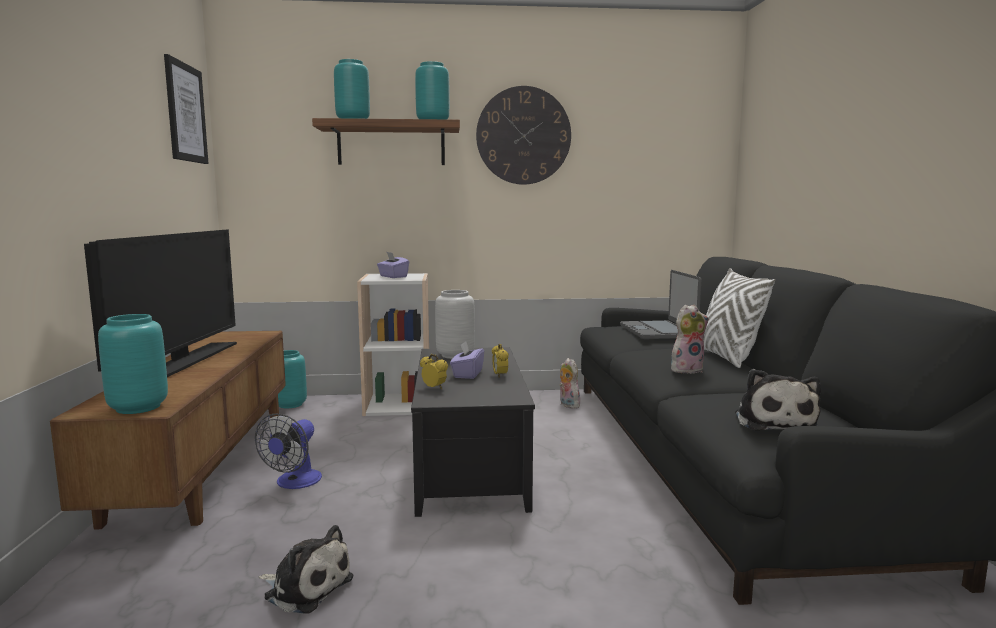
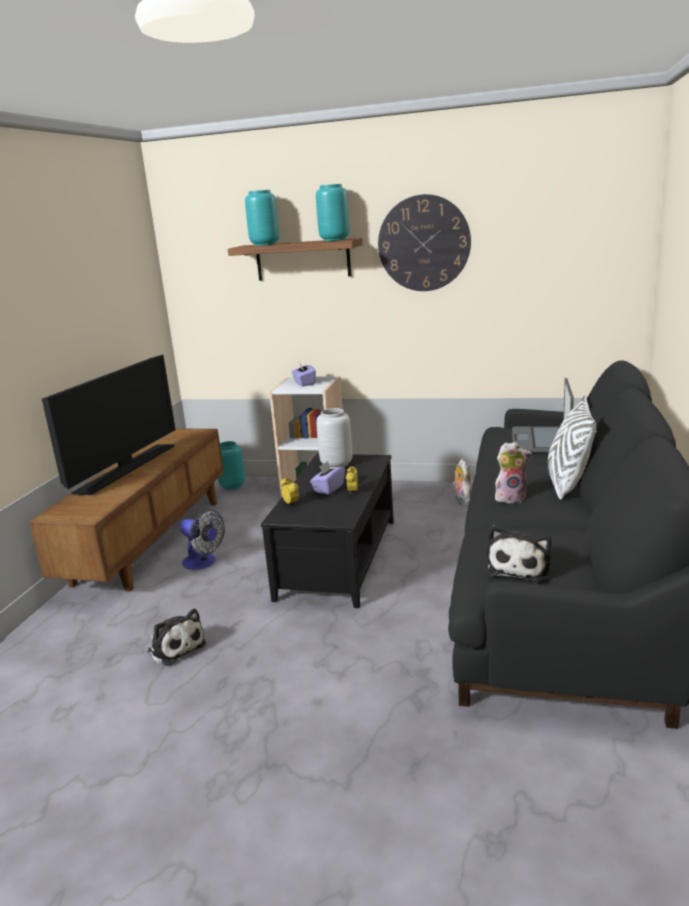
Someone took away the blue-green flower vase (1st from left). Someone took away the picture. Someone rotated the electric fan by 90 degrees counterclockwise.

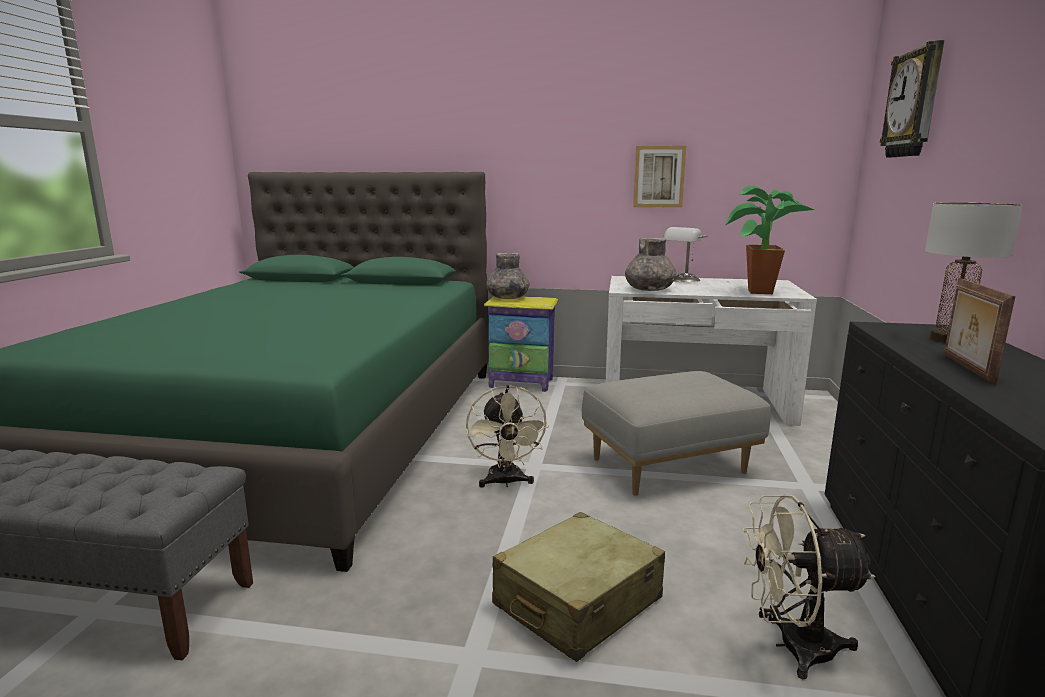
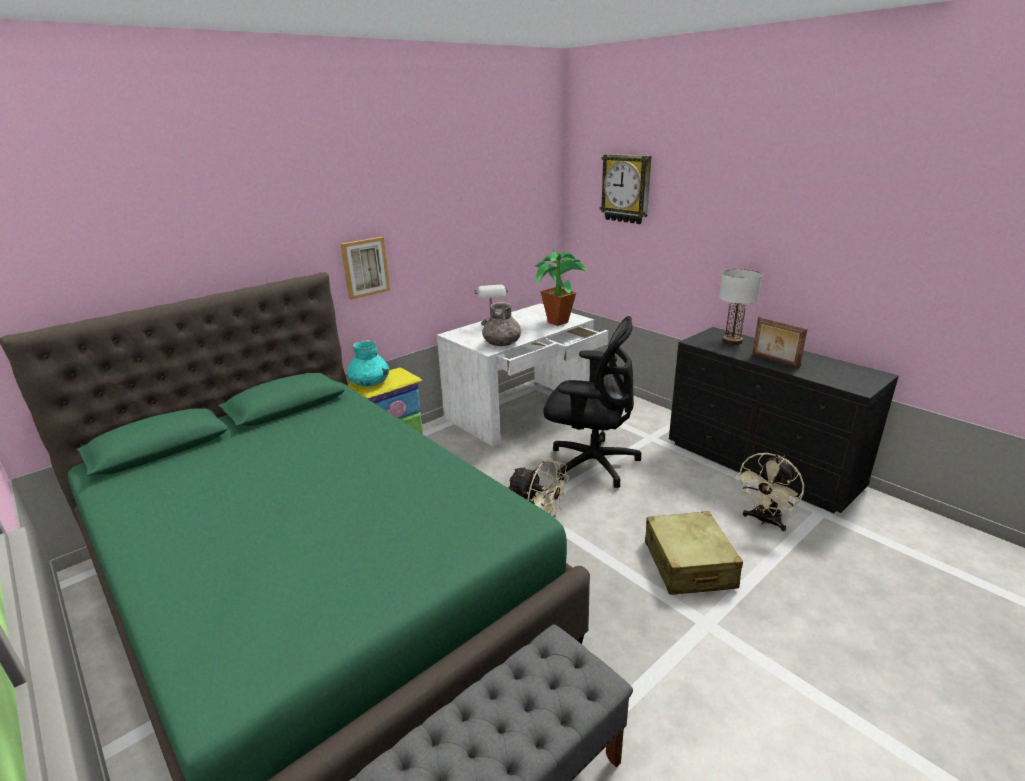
Someone repainted the grey flower vase (1st from left), which became the blue-green flower vase. Someone swapped the grey footrest for the black-coloured desk chair. Someone carried the picture.

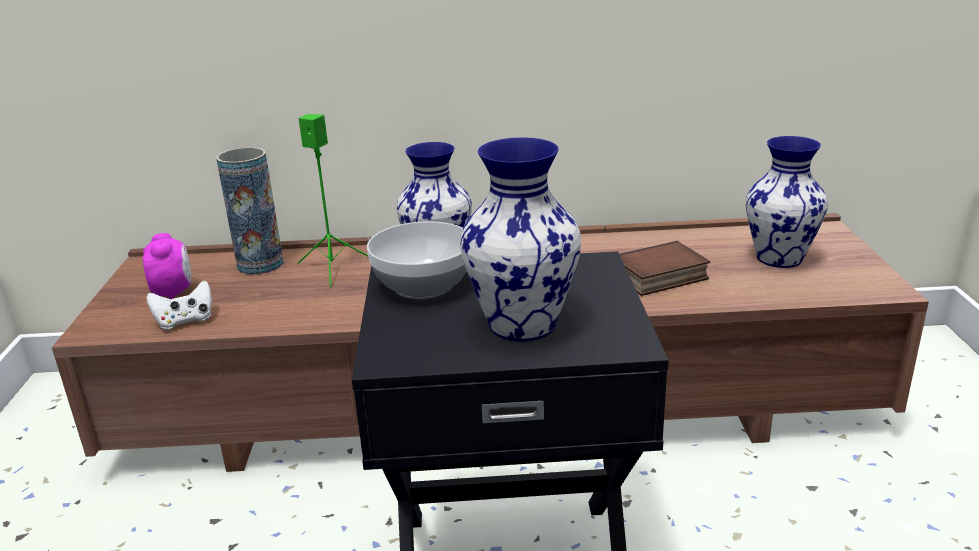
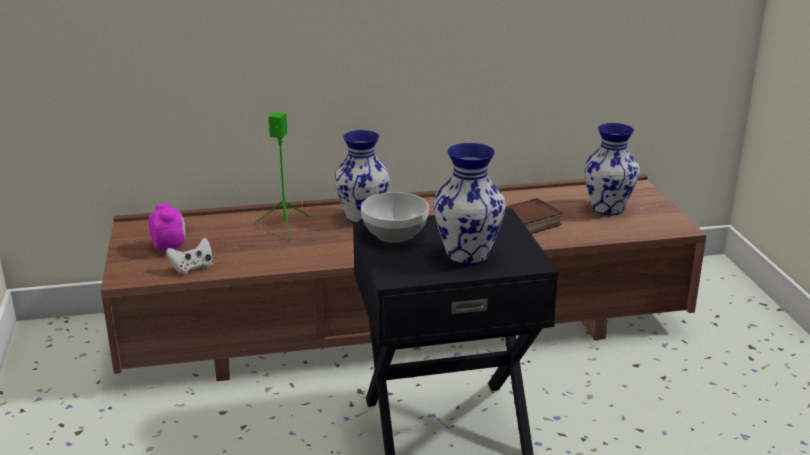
Someone took away the flower vase (1st from left).

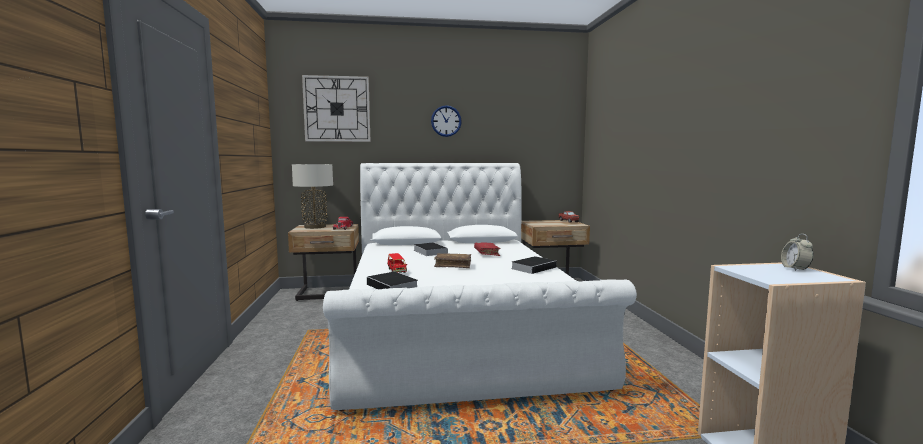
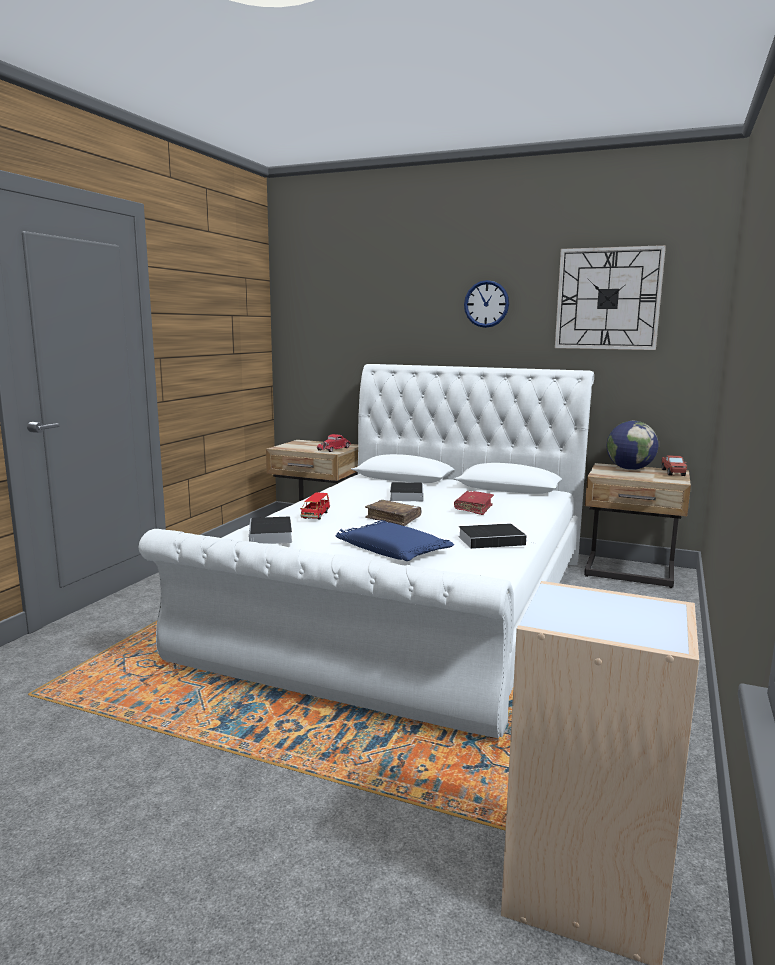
Someone took away the table lamp. Someone carried the clock on the wall (1st from left in the first image). Someone took away the table clock. Someone put down the bluish cushion. Someone put down the world globe.

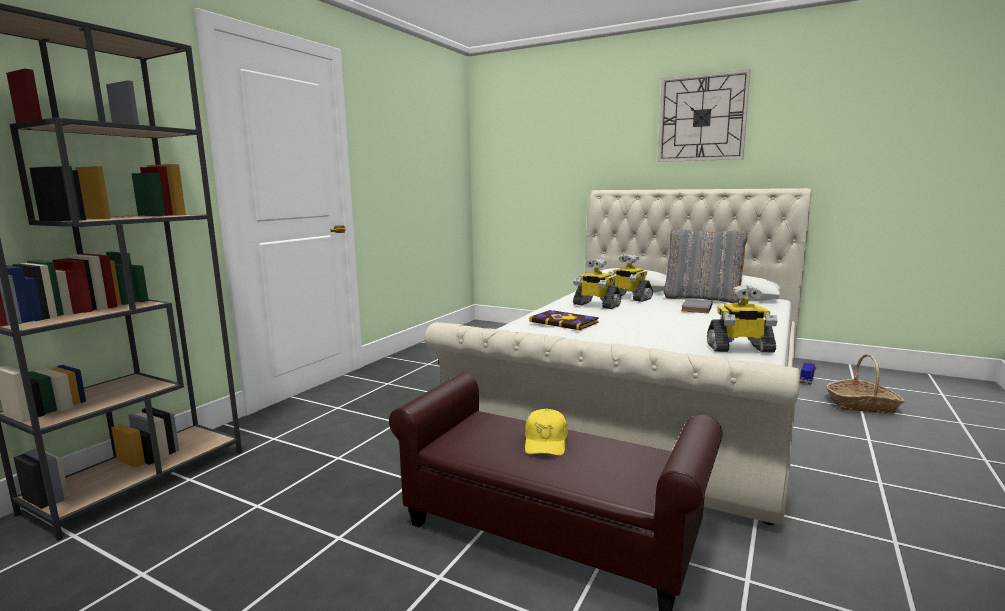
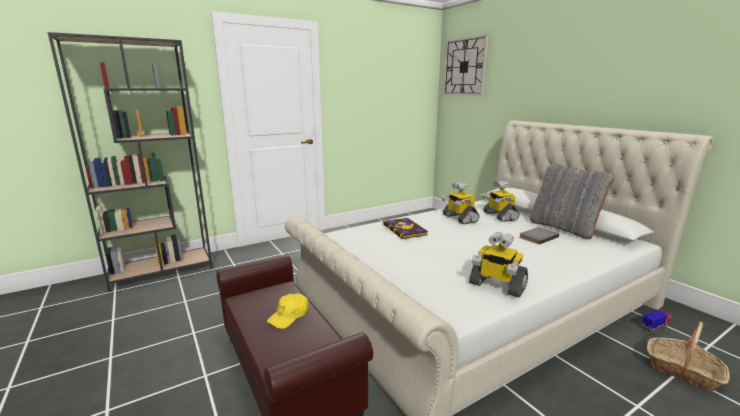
Someone carried the clock on the wall.

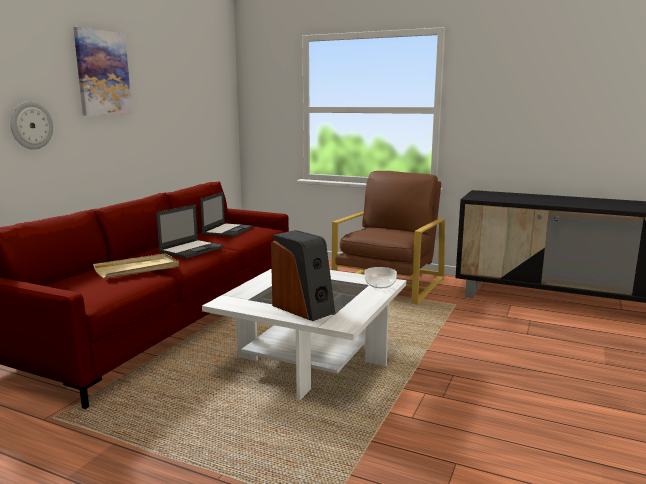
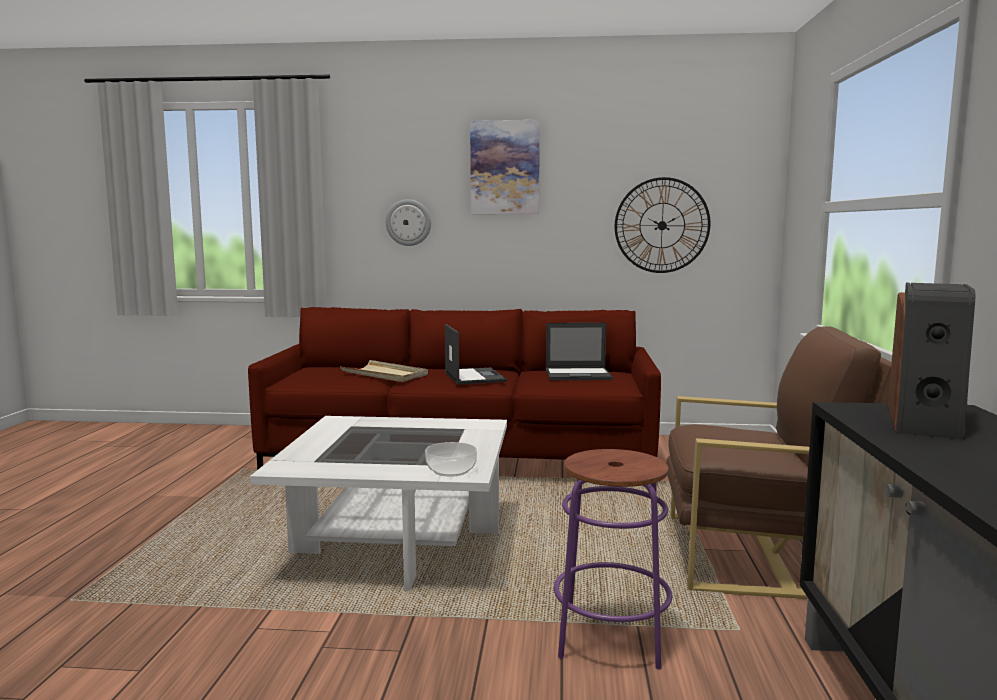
Someone rotated the laptop (1st from left) by 120 degrees counterclockwise. Someone carried the audio speaker. Someone put down the purple sitting stool. Someone put up the clock on the wall (2nd from left).

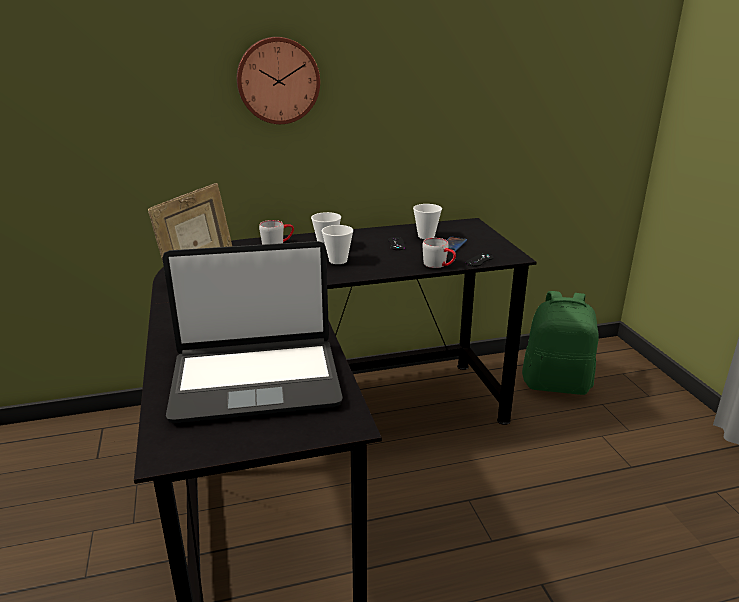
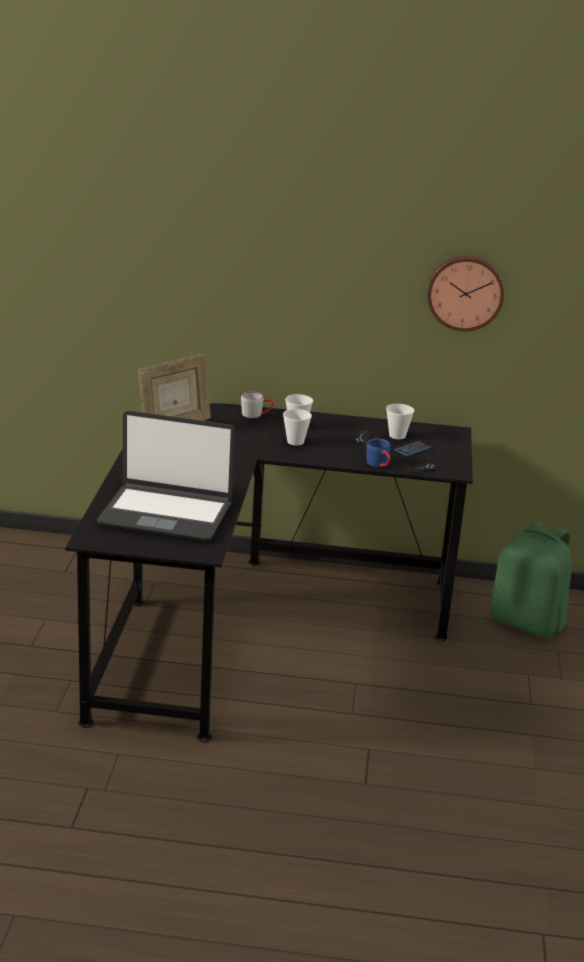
Someone carried the clock on the wall. Someone repainted the grey mug (2nd from left), which became the bluish mug.

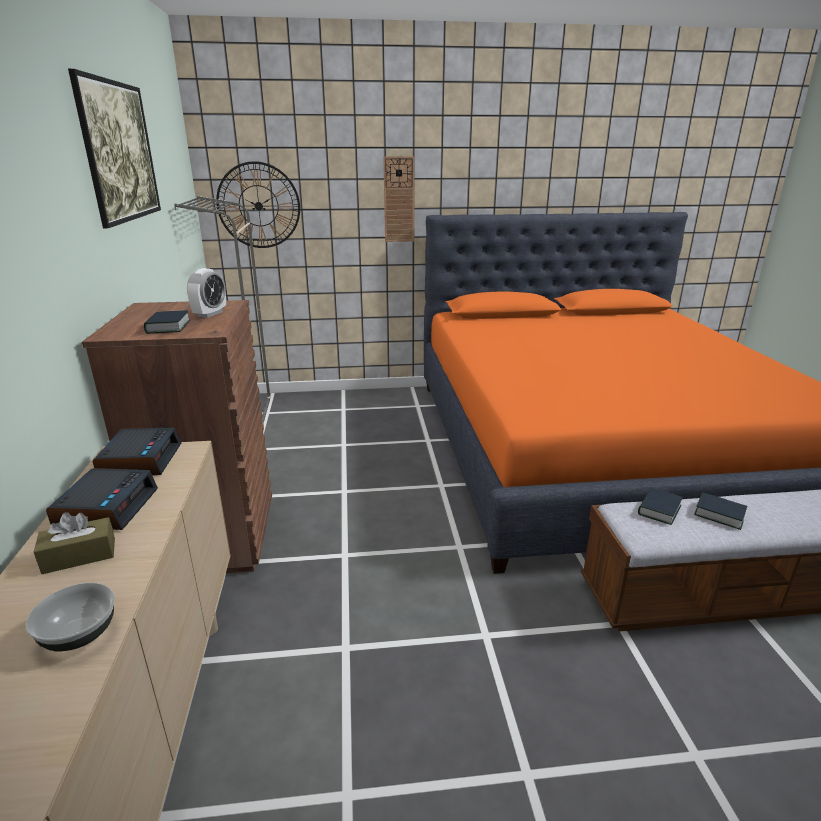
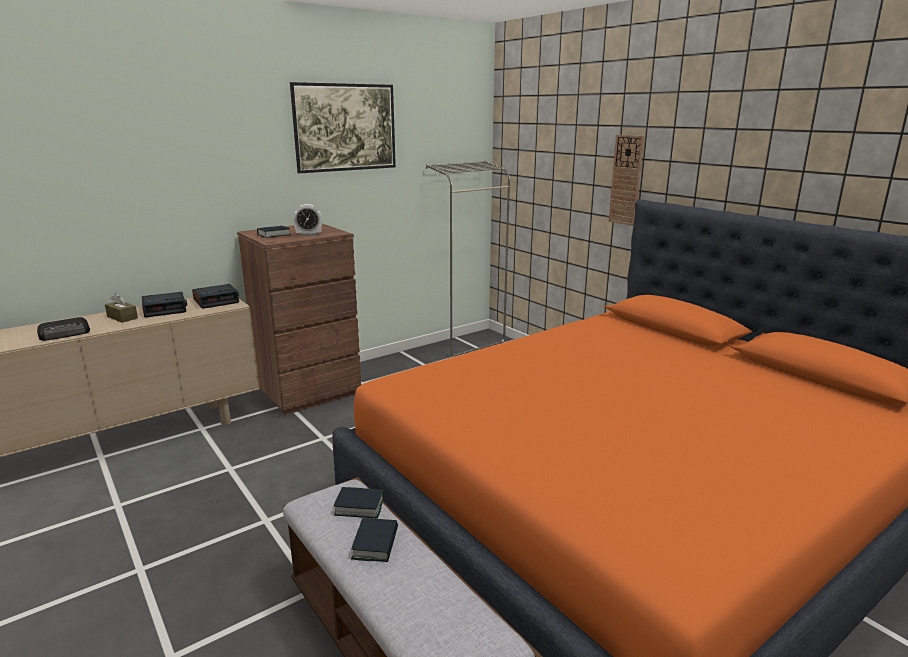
Someone swapped the serving bowl for the radio receiver. Someone took away the clock on the wall (1st from left).

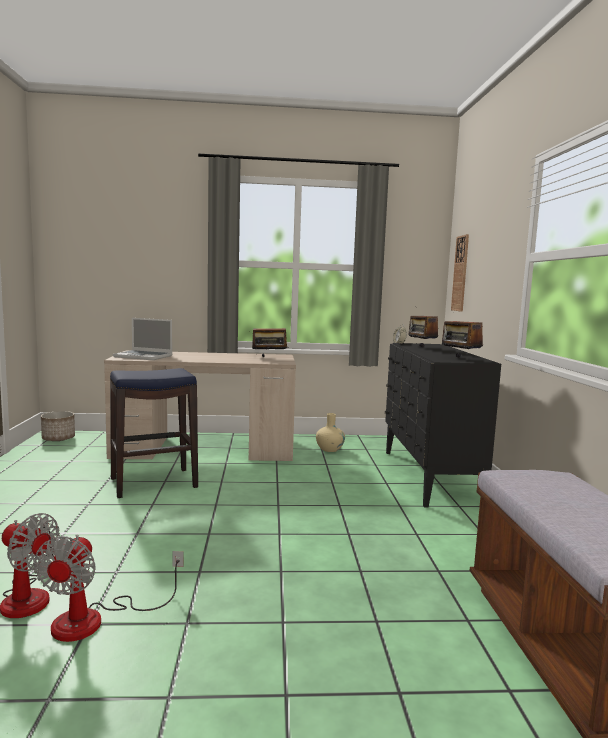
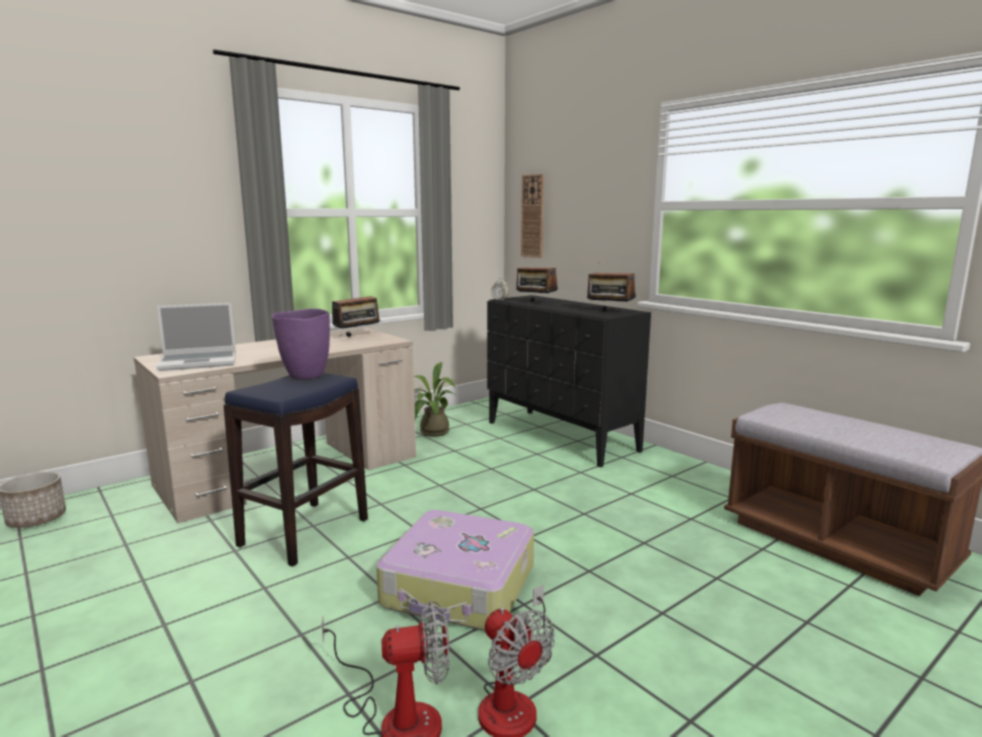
Someone swapped the sand-coloured flower vase for the potted plant. Someone put down the purple flower vase. Someone put down the travel case.

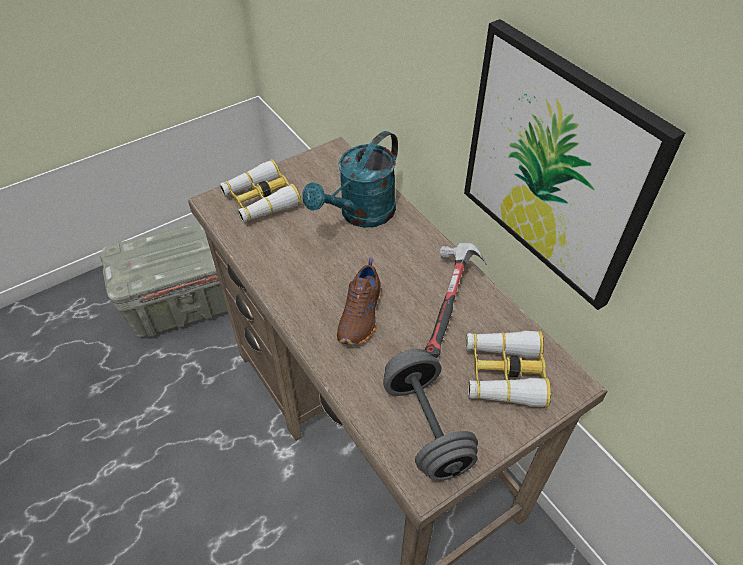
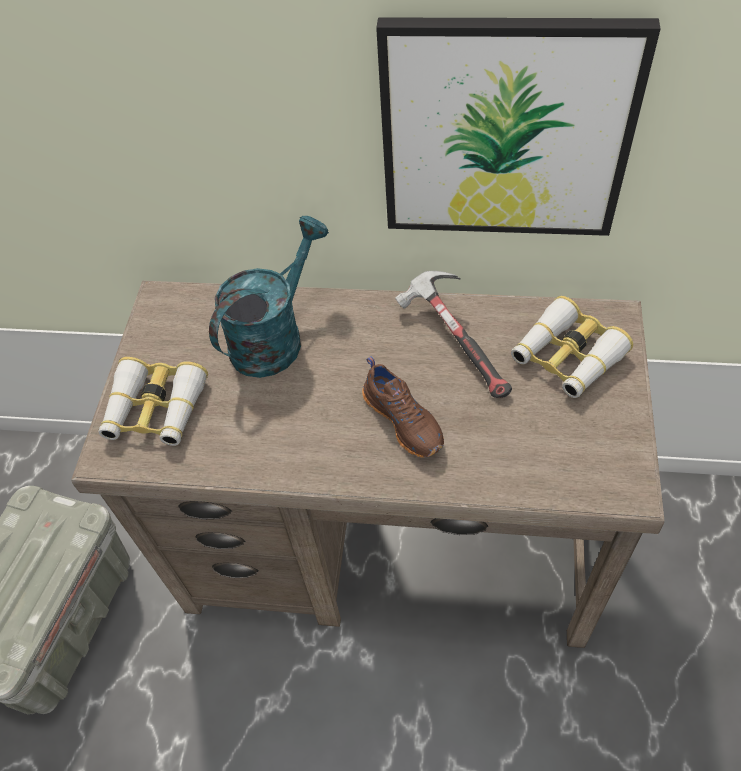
Someone rotated the blue-green watering can by 135 degrees counterclockwise. Someone took away the grey dumbbell.

